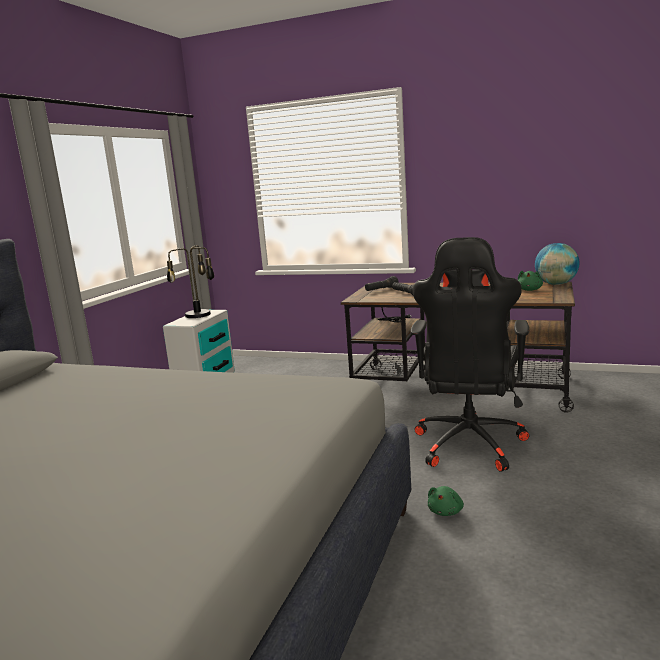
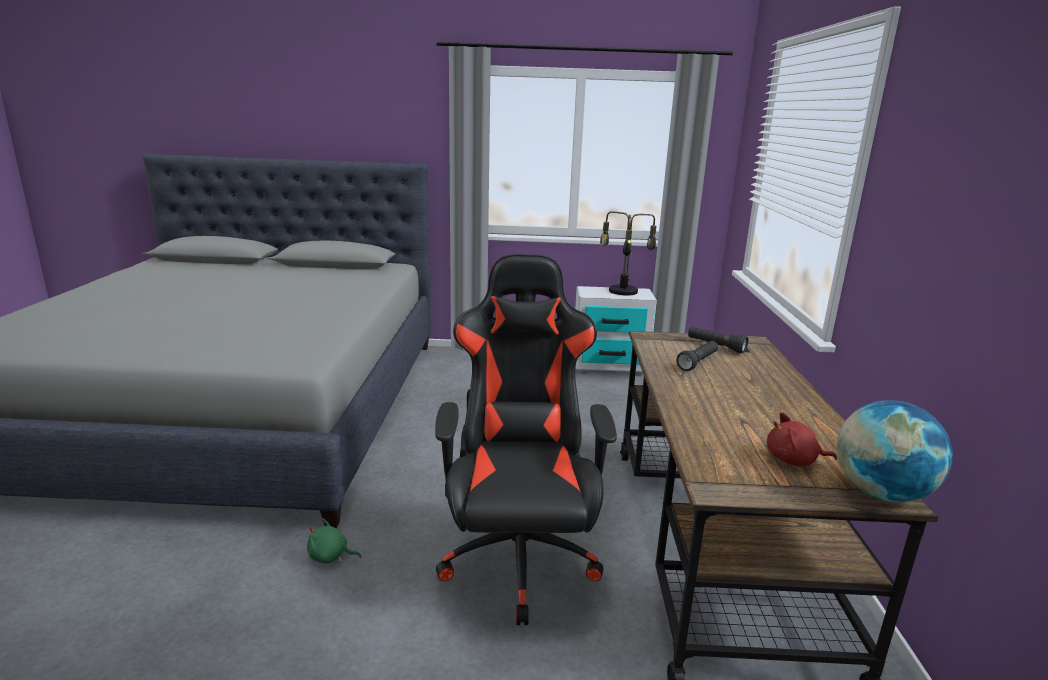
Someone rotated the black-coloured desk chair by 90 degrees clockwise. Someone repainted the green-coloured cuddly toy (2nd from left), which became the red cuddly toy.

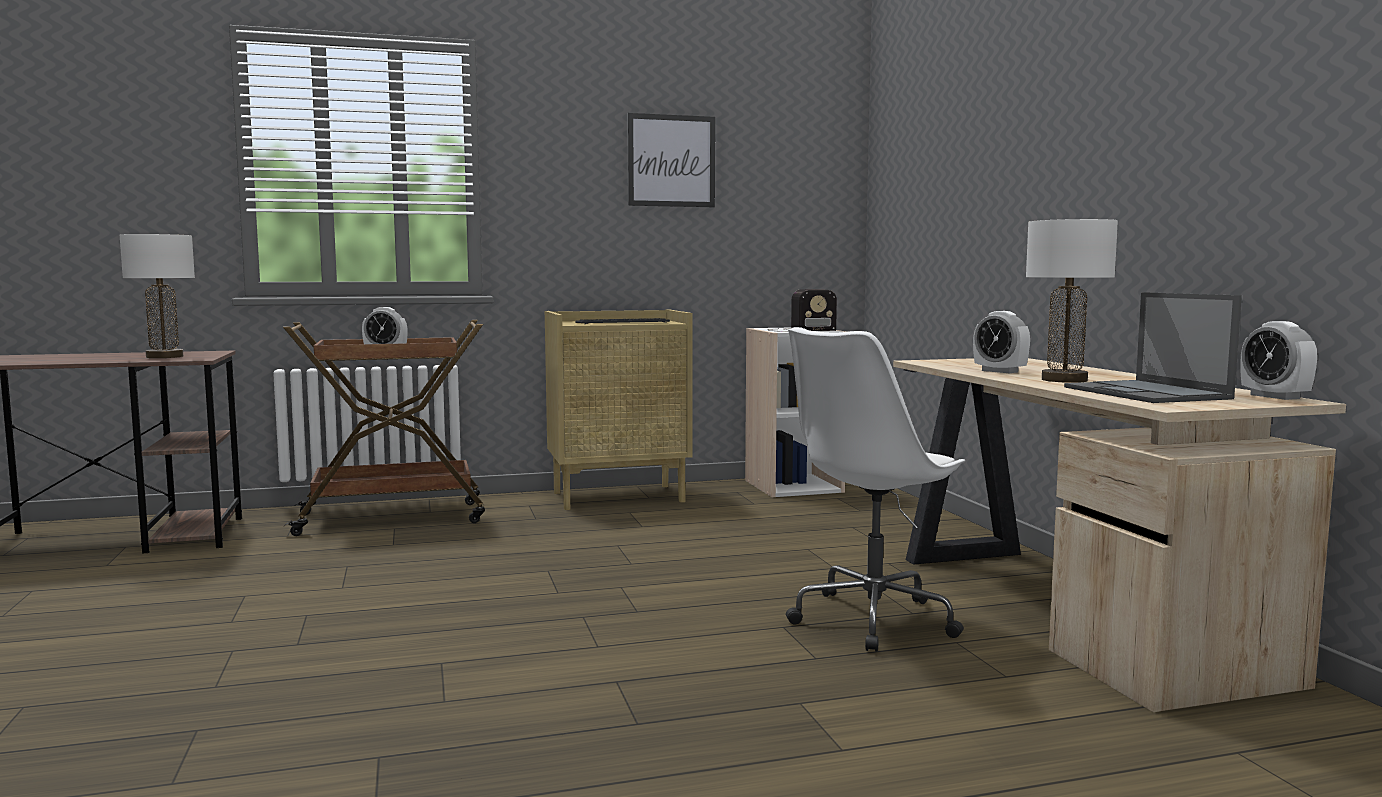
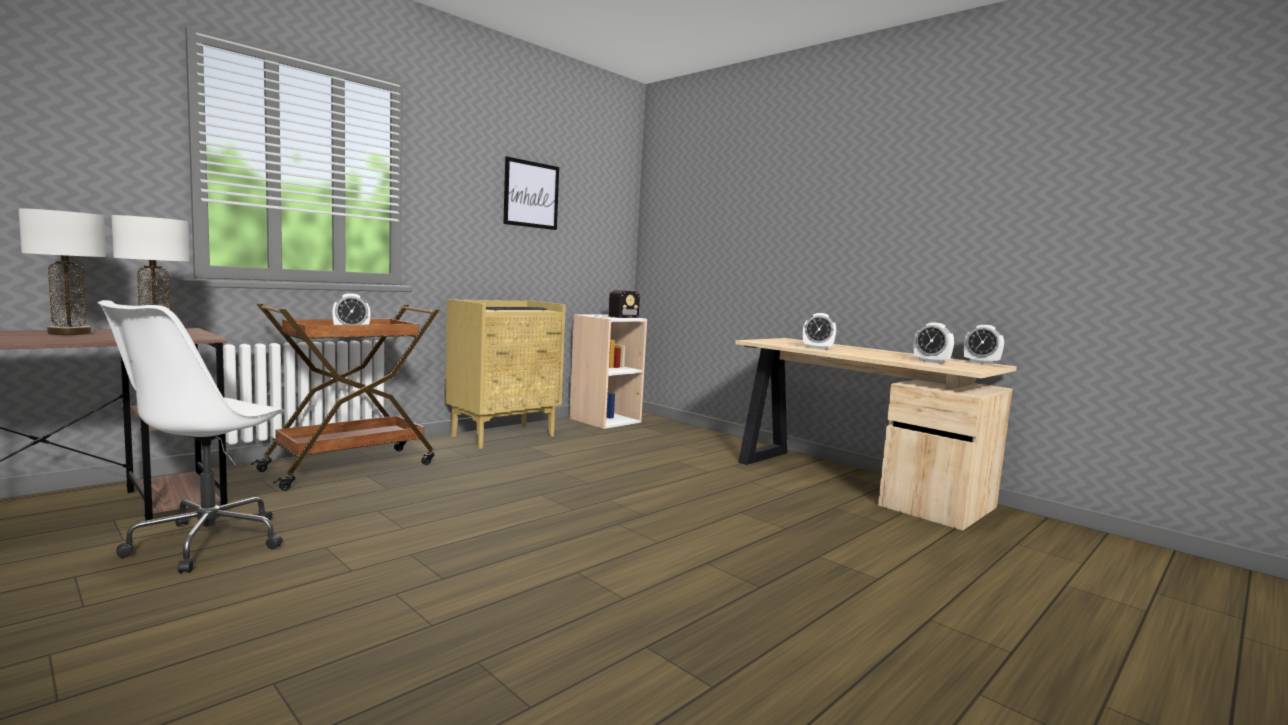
Someone carried the white desk chair. Someone carried the table lamp (2nd from left in the first image). Someone swapped the laptop for the table clock (3rd from left).

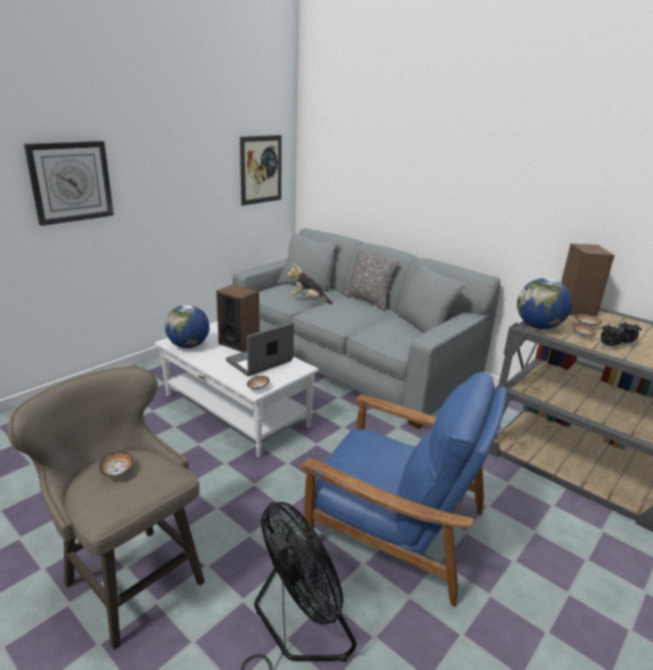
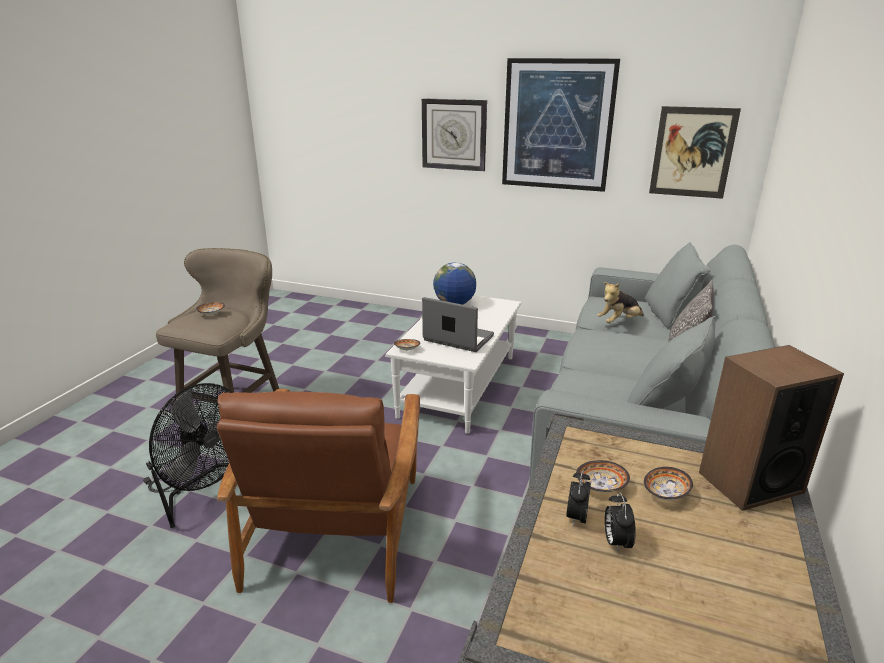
Someone took away the audio speaker (1st from left). Someone rotated the cuddly toy by 120 degrees counterclockwise. Someone repainted the bluish easy chair, which became the brown-coloured easy chair. Someone took away the world globe (2nd from left). Someone put up the picture (1st from left).

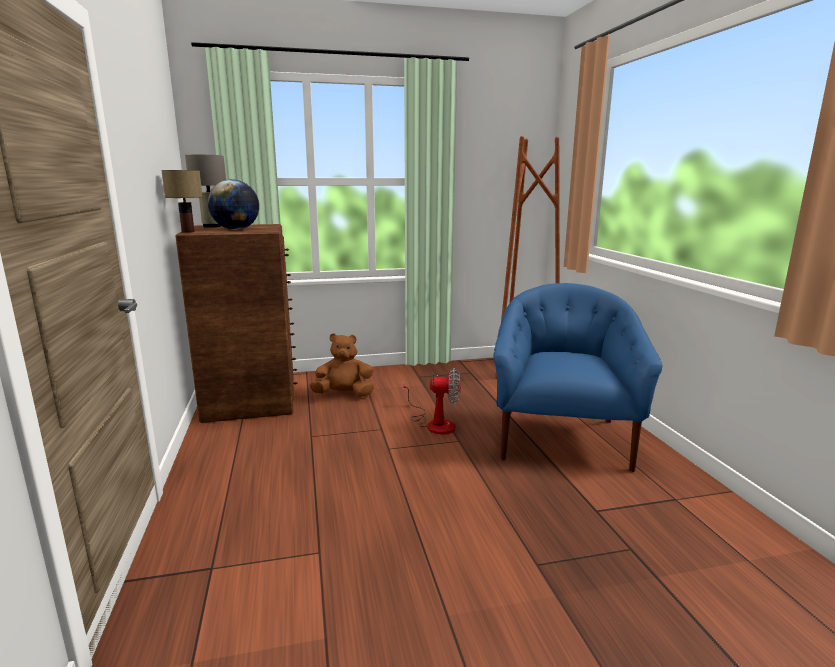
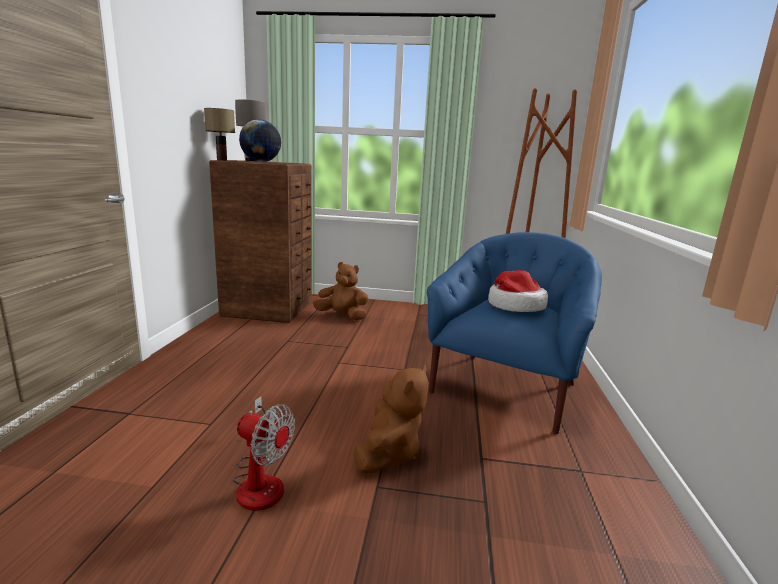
Someone carried the electric fan. Someone put down the brown-coloured cuddly toy (2nd from left). Someone put down the clothing hat.

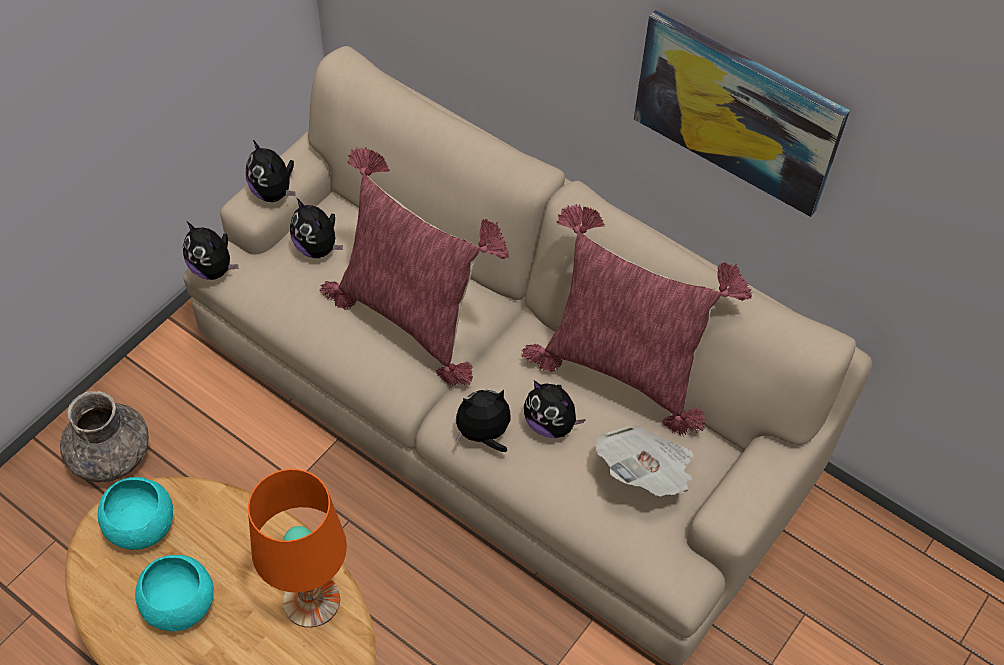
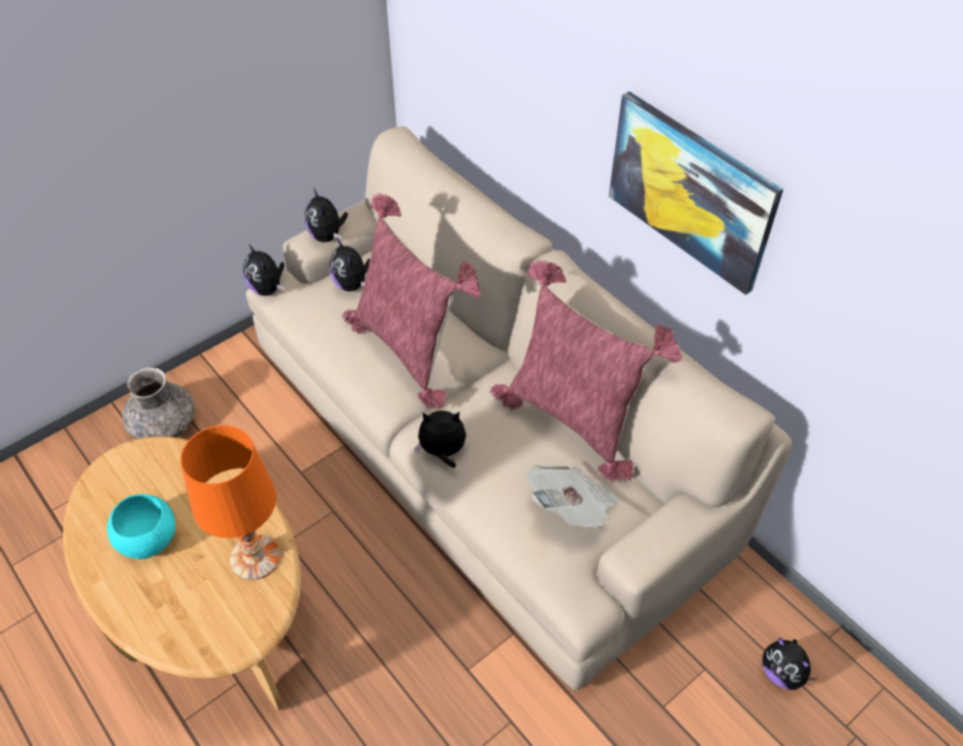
Someone took away the blue-green serving bowl (1st from left). Someone carried the cuddly toy (5th from left).

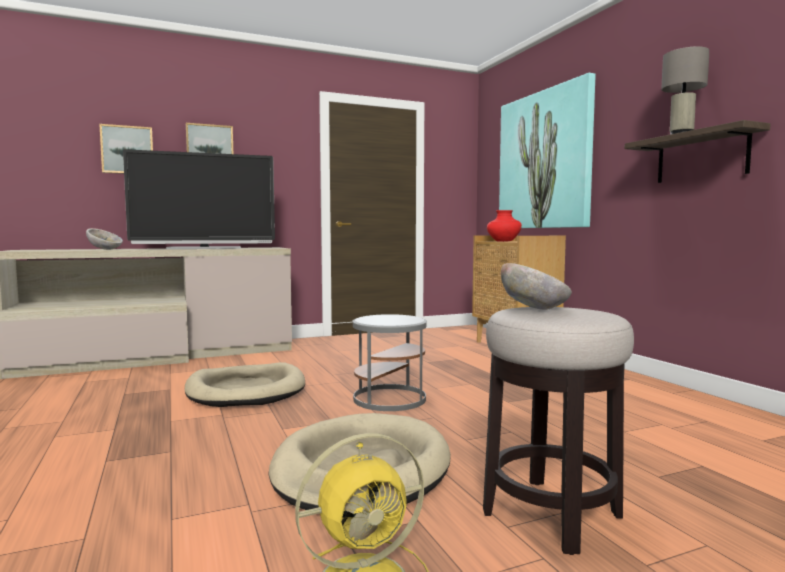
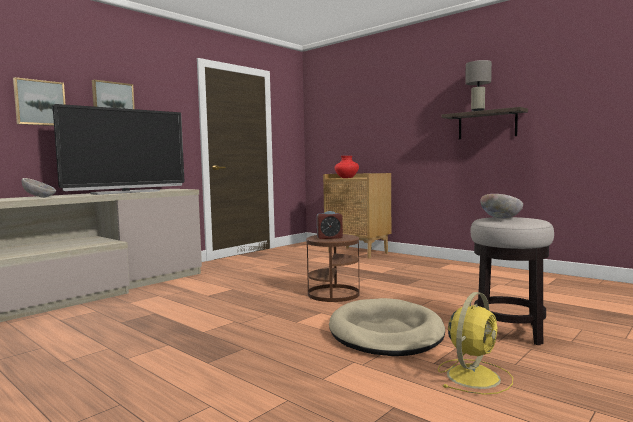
Someone took away the sand-coloured dog bed (1st from left). Someone repainted the grey end table, which became the brown-coloured end table. Someone took away the picture (3rd from left). Someone put down the table clock.

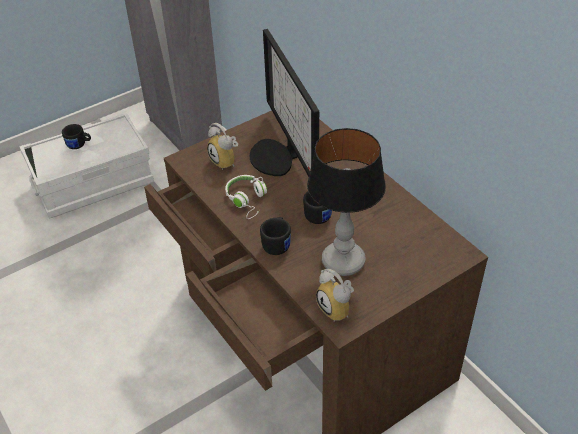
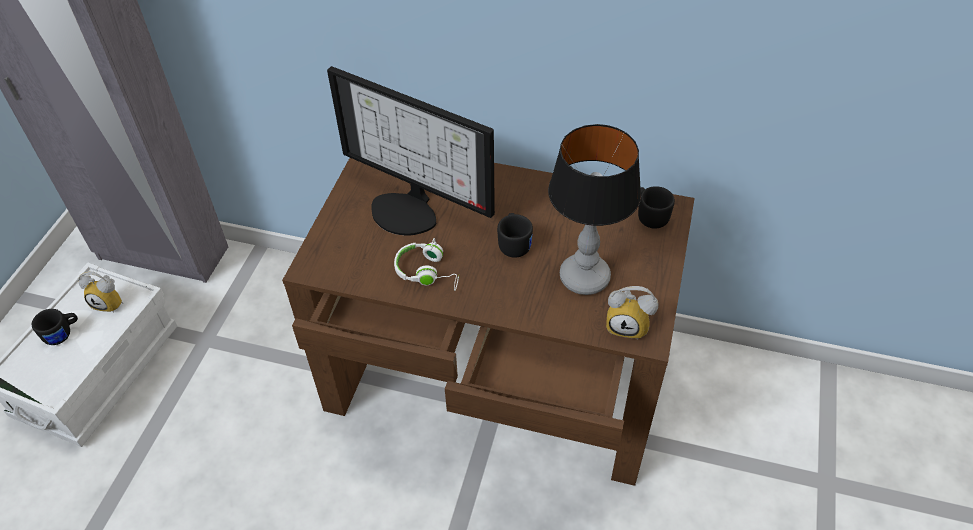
Someone carried the table clock (1st from left). Someone carried the black-coloured mug (2nd from left in the first image).

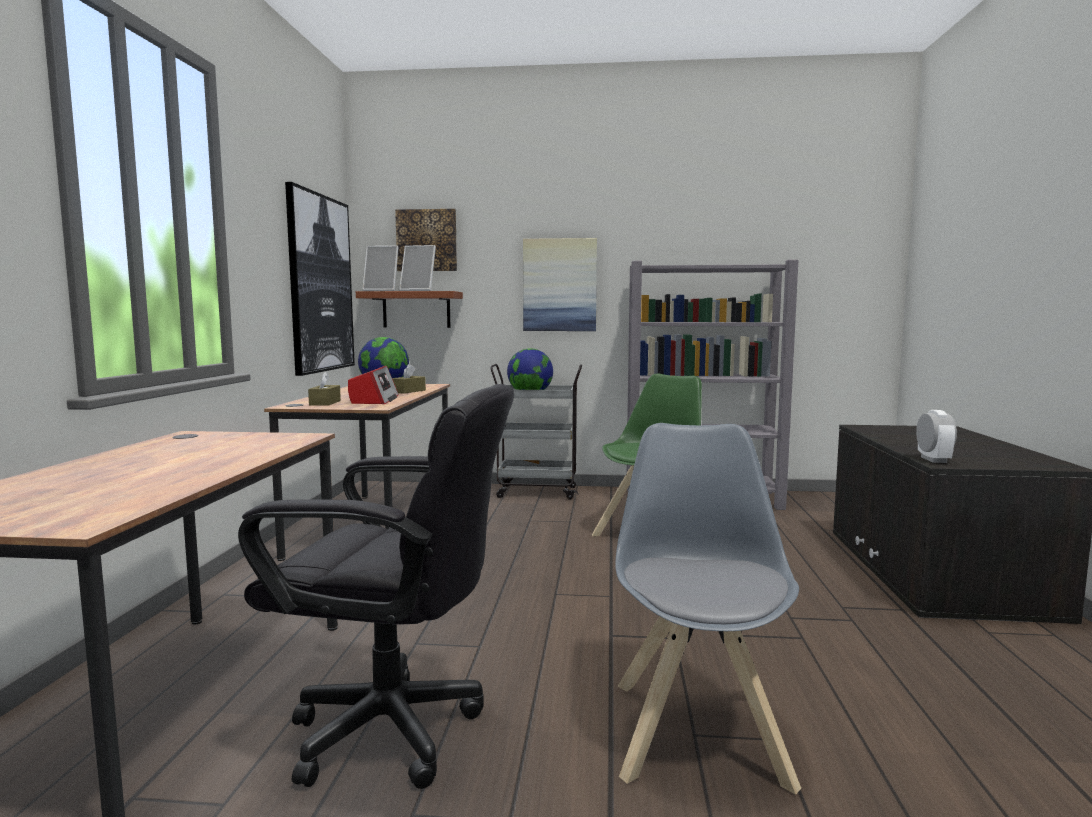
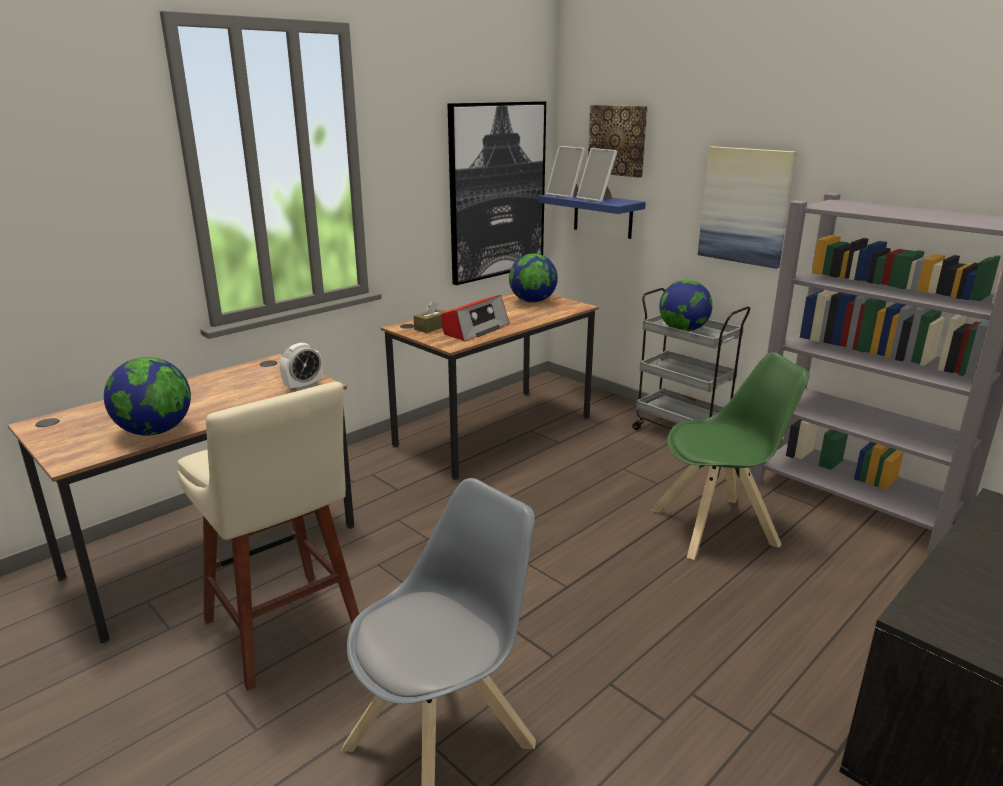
Someone swapped the black-coloured desk chair for the sand-coloured sitting stool. Someone repainted the brown-coloured bracket shelf, which became the bluish bracket shelf. Someone took away the brown-coloured tissue box (2nd from left). Someone carried the table clock. Someone put down the world globe (1st from left).

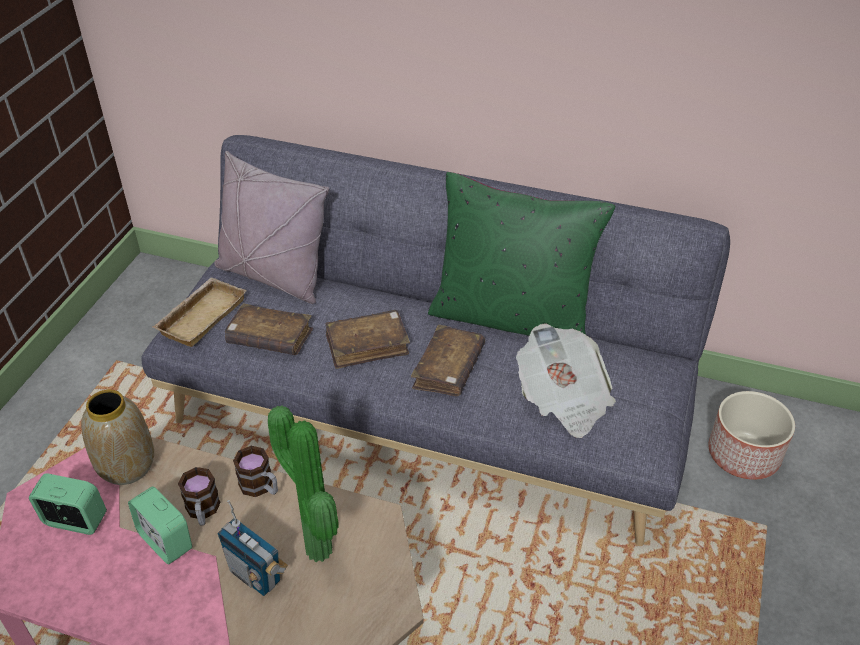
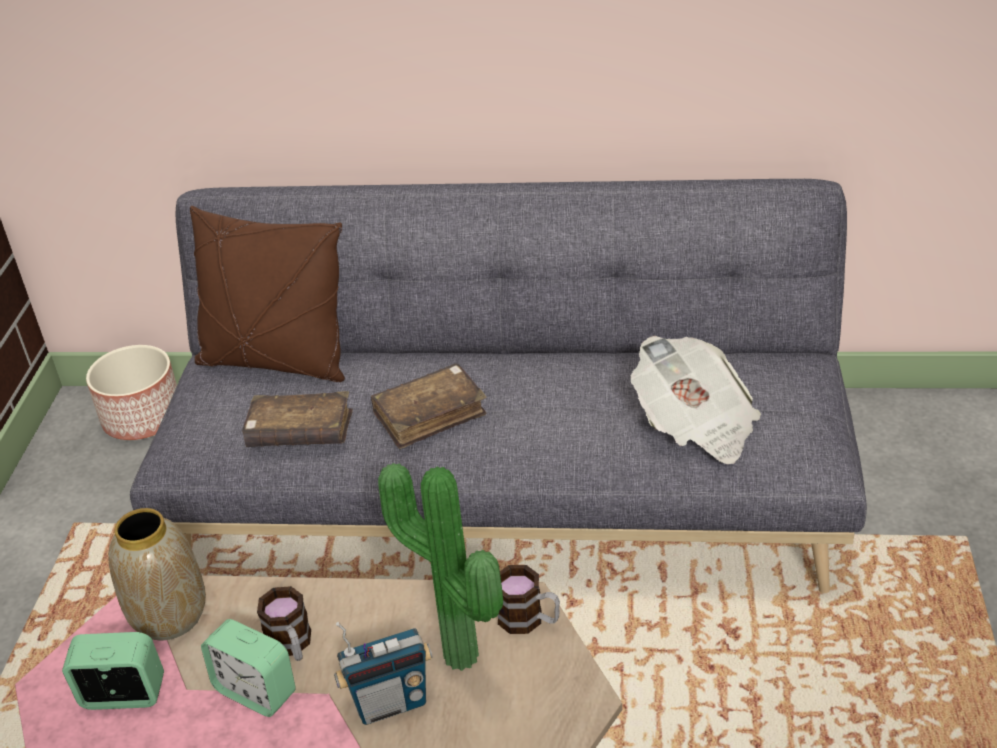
Someone took away the sand-coloured serving tray. Someone repainted the purple cushion, which became the brown-coloured cushion. Someone rotated the radio receiver by 45 degrees counterclockwise. Someone carried the mug (2nd from left). Someone took away the brown-coloured volume (3rd from left). Someone took away the green-coloured cushion. Someone carried the plant pot.

